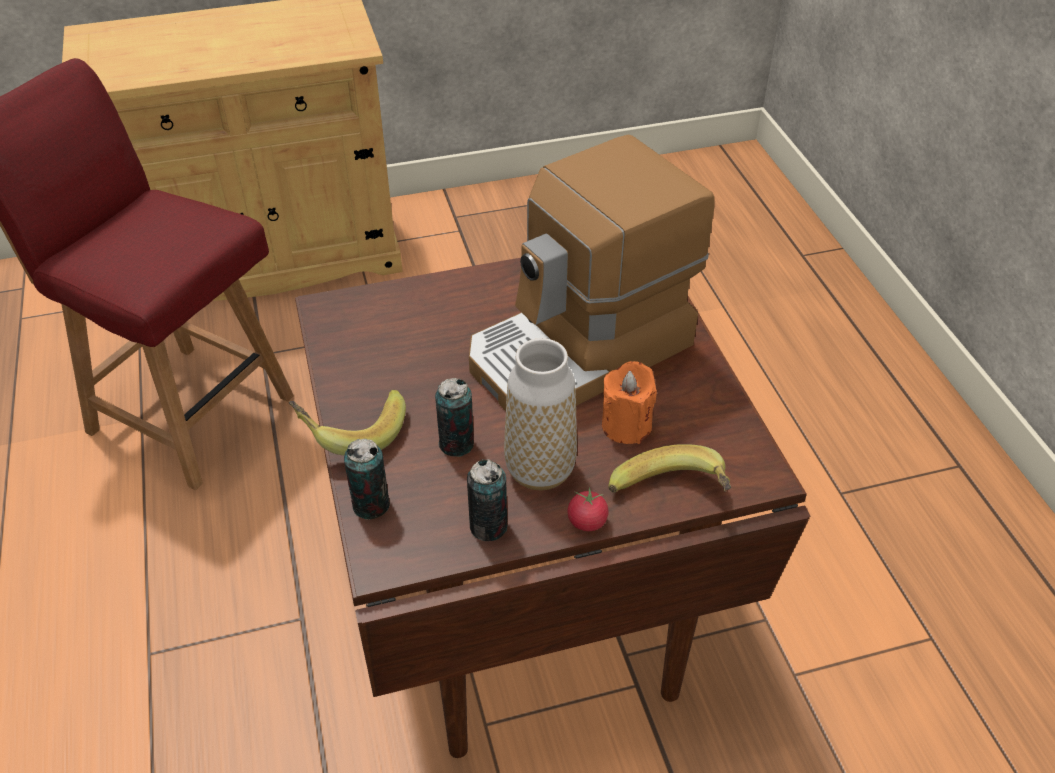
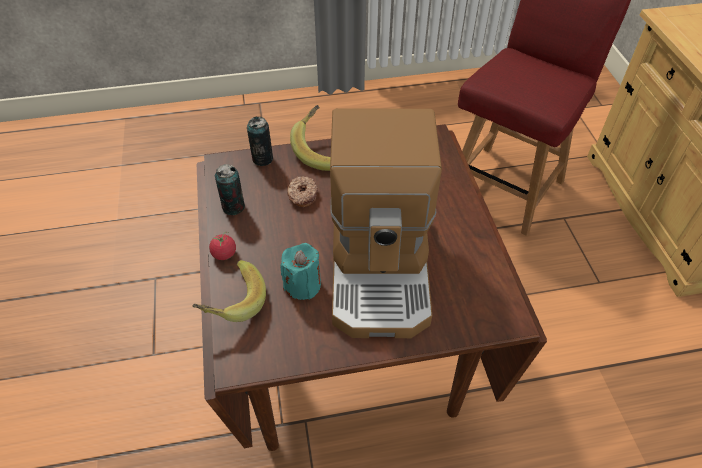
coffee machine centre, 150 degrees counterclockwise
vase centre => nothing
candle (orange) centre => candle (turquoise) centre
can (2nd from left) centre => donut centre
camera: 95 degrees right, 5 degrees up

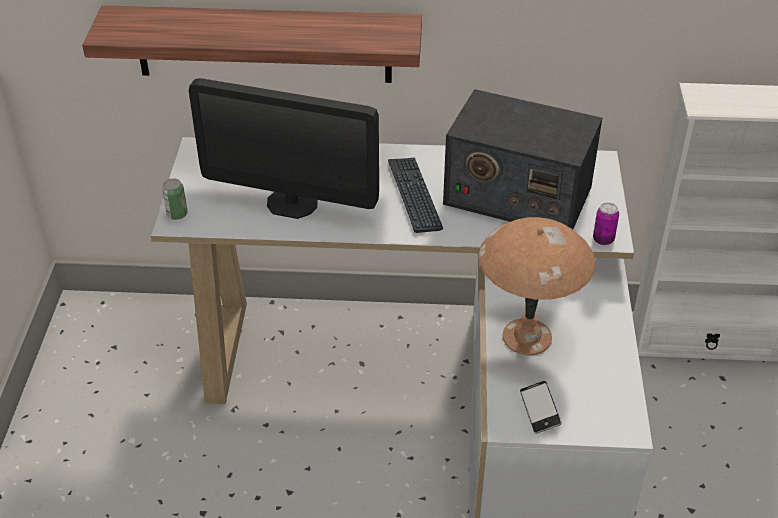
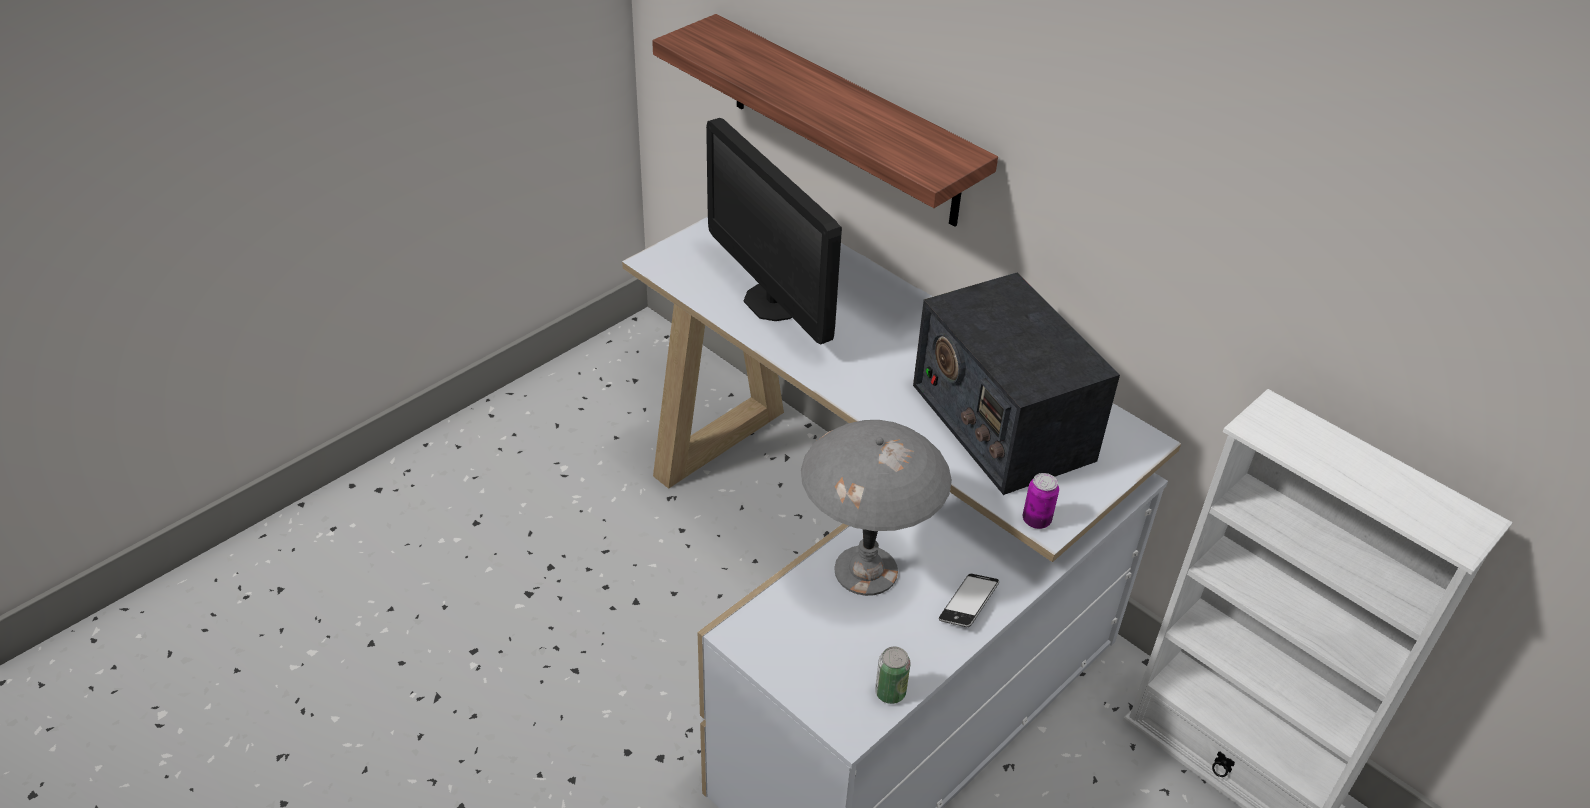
keyboard centre => nothing
can (1st from left) middle left => can (1st from left) bottom centre, move
table lamp (brown) middle right => table lamp (grey) centre
phone bottom right => phone bottom centre, move
camera: 40 degrees right, 0 degrees up

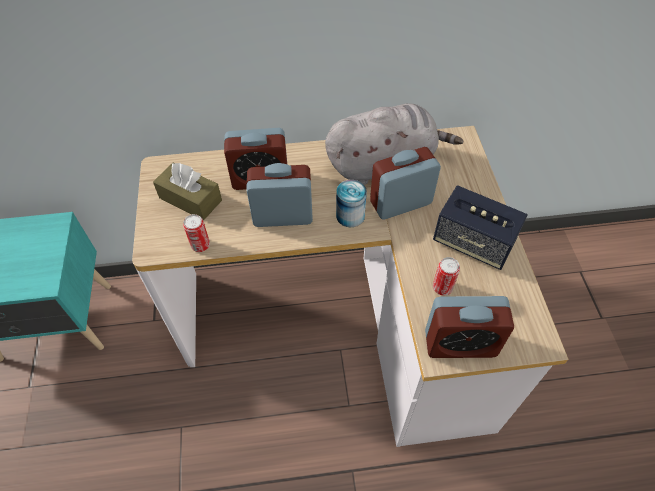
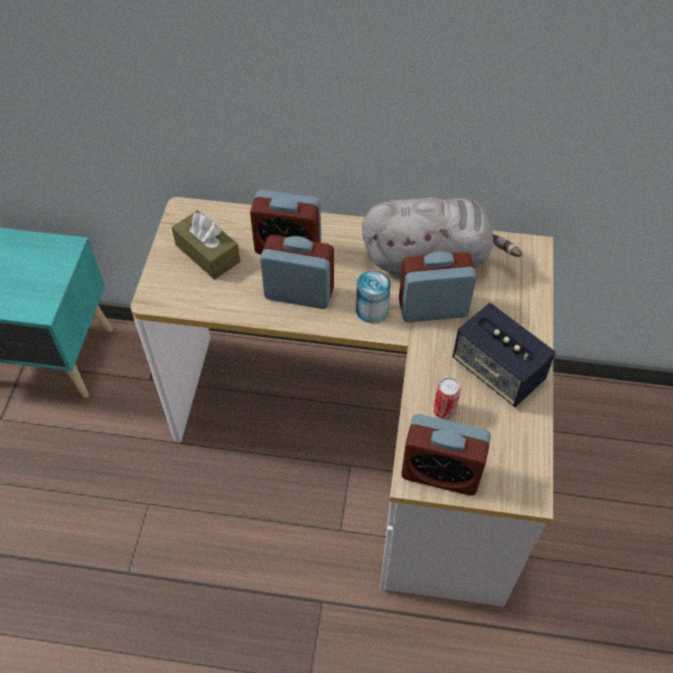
can (1st from left) middle left => nothing
camera: 15 degrees right, 0 degrees up

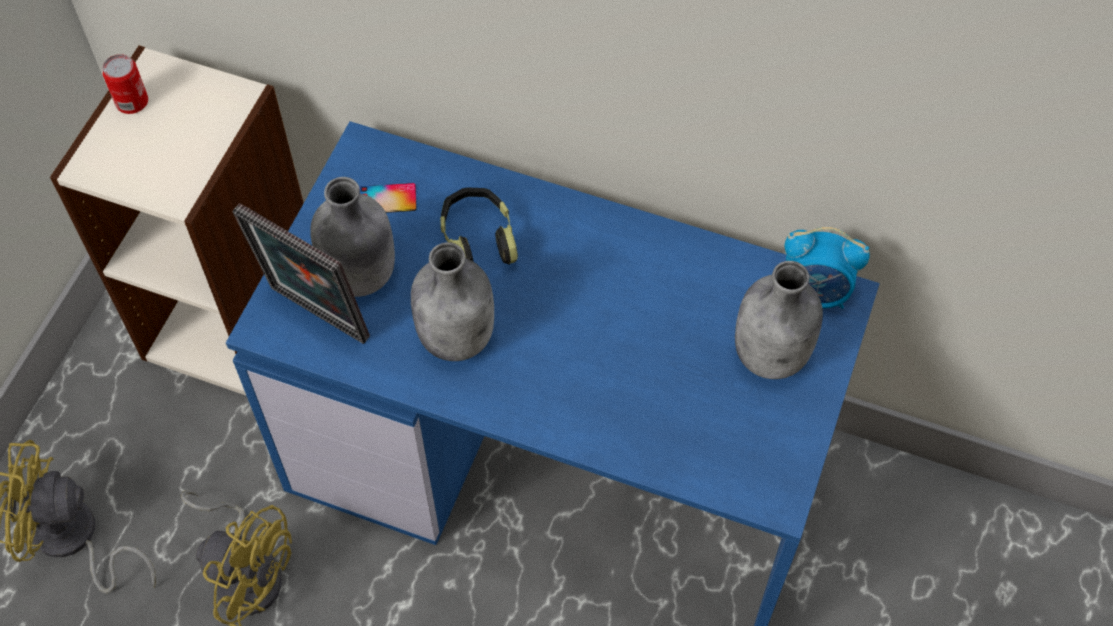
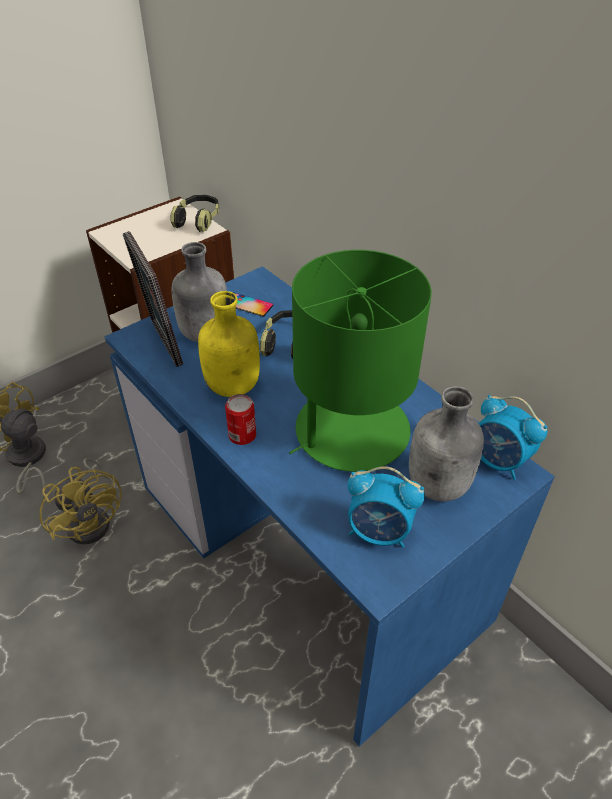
can top left => can centre, move
bottle (grey) (2nd from left) centre => bottle (yellow) centre
nothing => headphones (1st from left) top left
nothing => table lamp (green) centre
nothing => alarm clock (1st from left) centre
camera: 30 degrees right, 15 degrees down

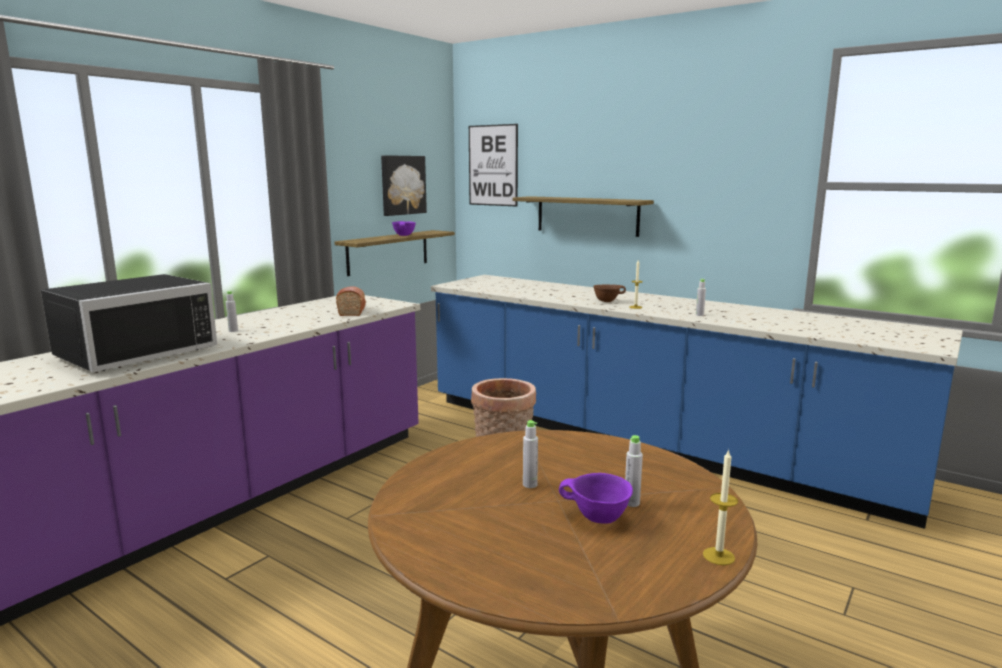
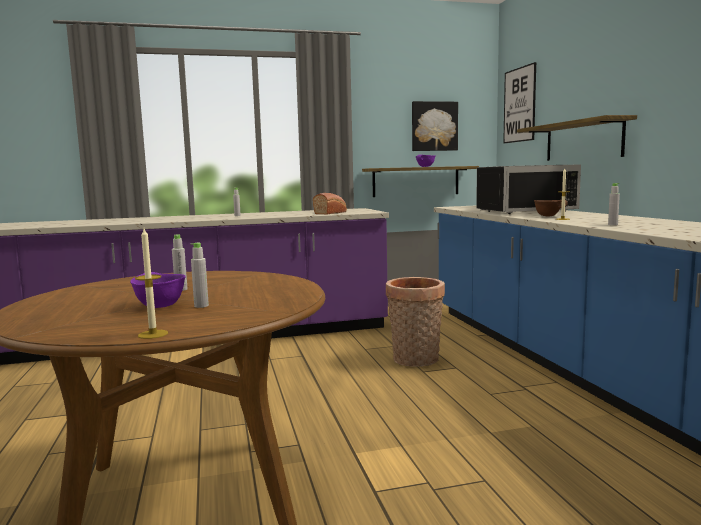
microwave (black) middle left => microwave (black) middle right, move
camera: 40 degrees right, 5 degrees down

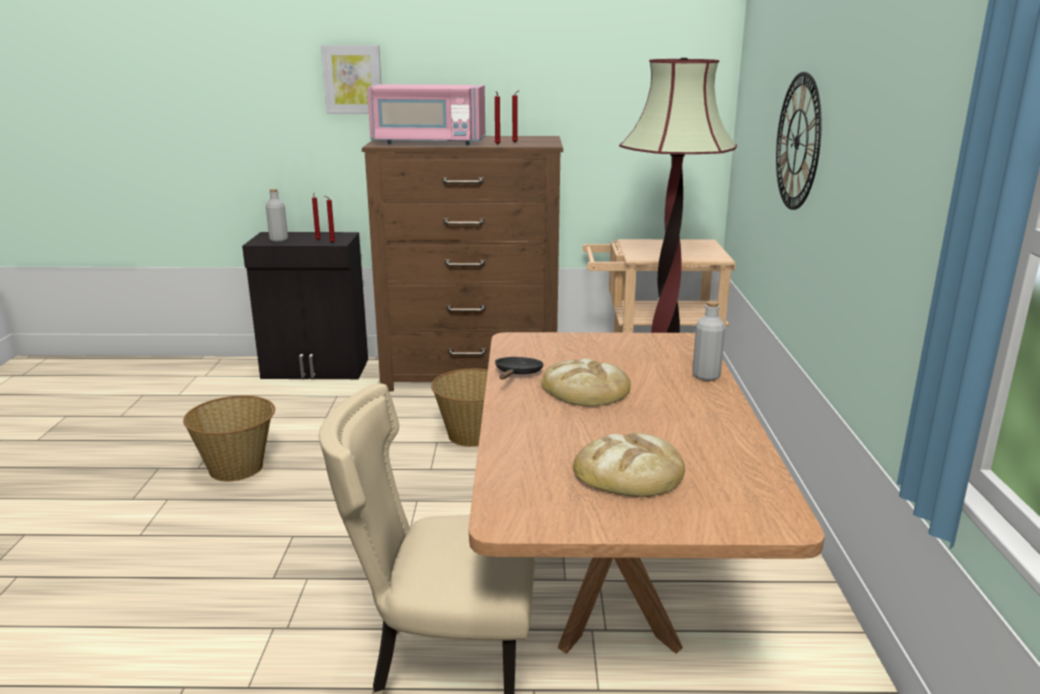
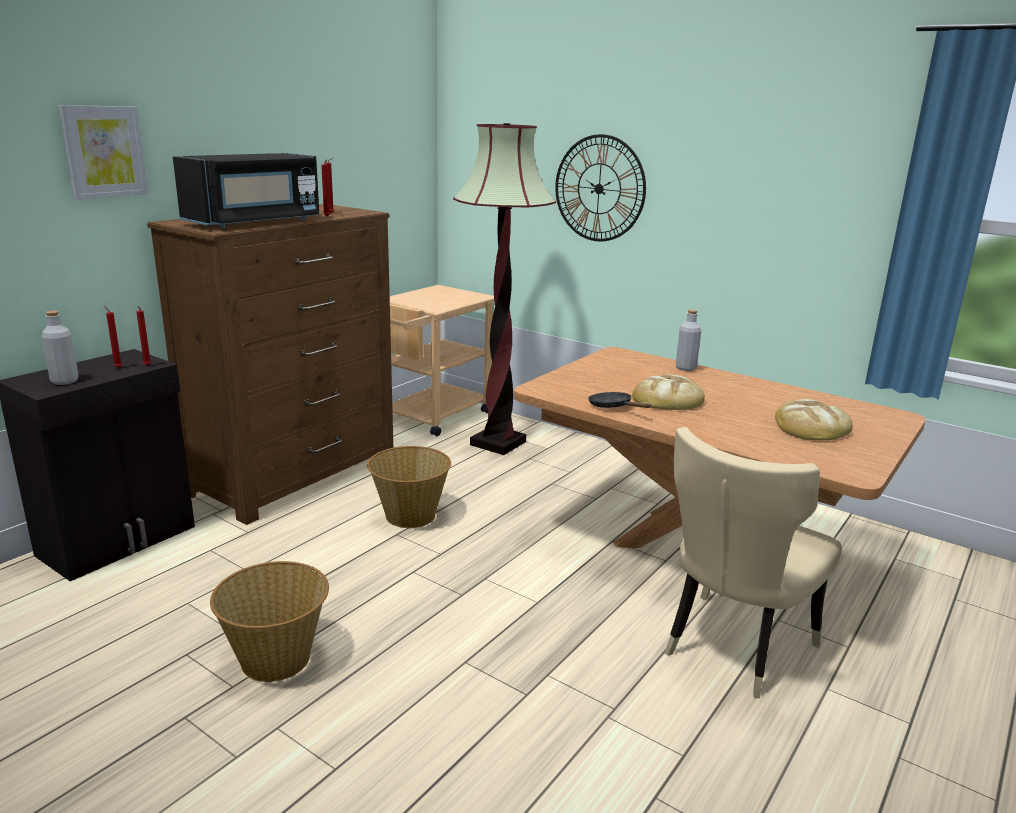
microwave (pink) top centre => microwave (black) top left
camera: 55 degrees left, 0 degrees up

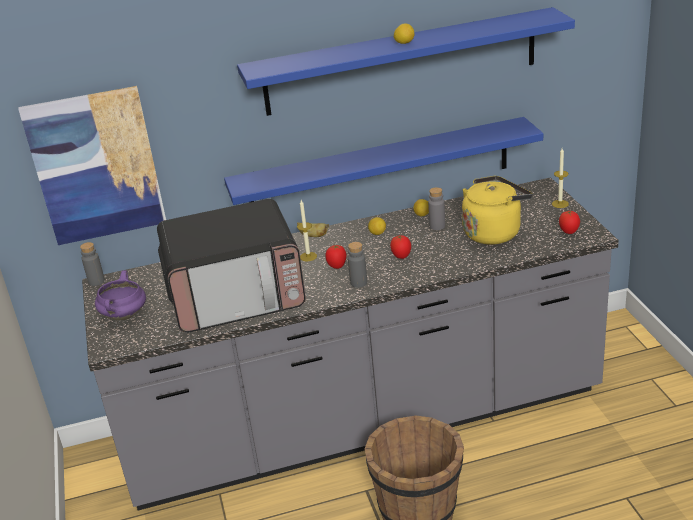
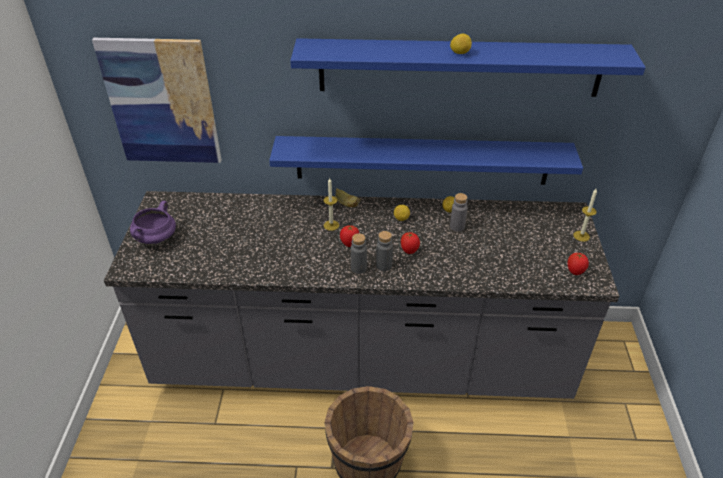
kettle (yellow) middle right => nothing
microwave centre => nothing
bottle (grey) (1st from left in the first image) middle left => bottle (grey) (2nd from left) centre, move
camera: 15 degrees right, 10 degrees up

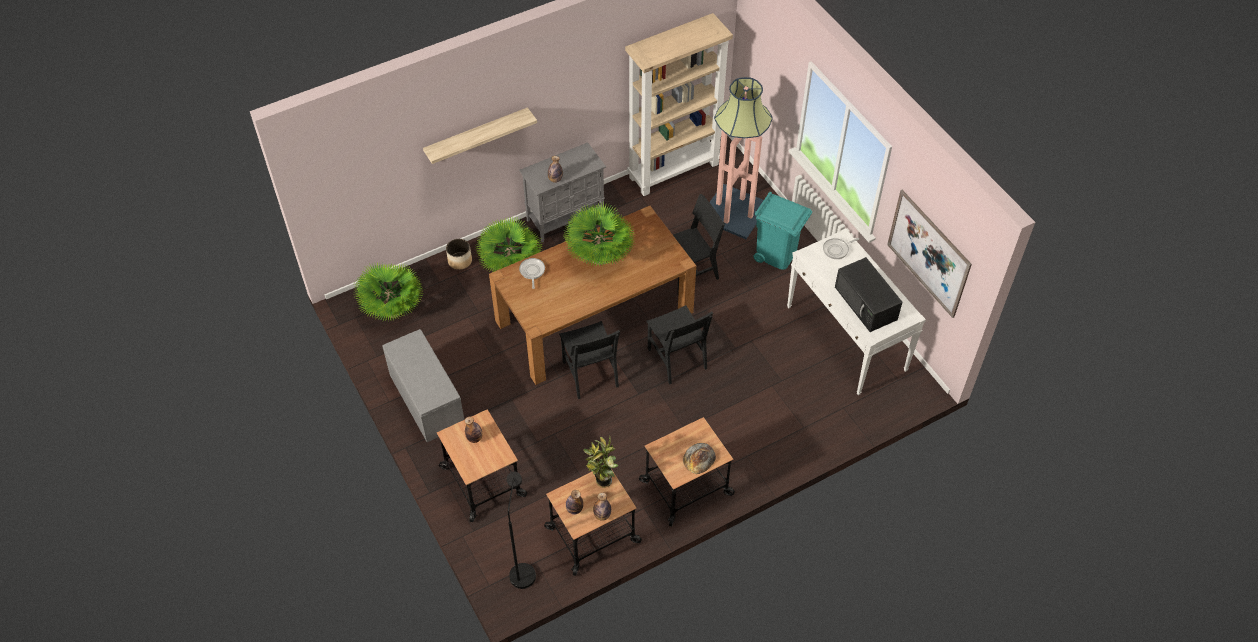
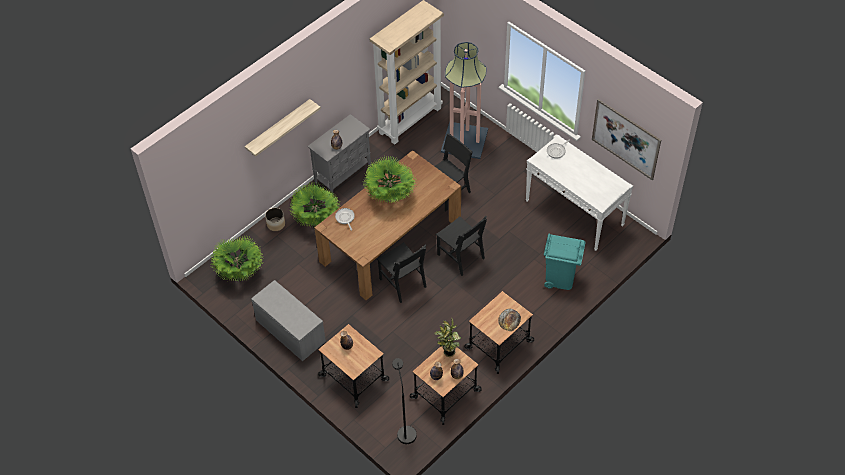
trash can (turquoise) centre => trash can (turquoise) middle right, move
microwave (black) middle right => nothing
camera: 15 degrees left, 0 degrees up

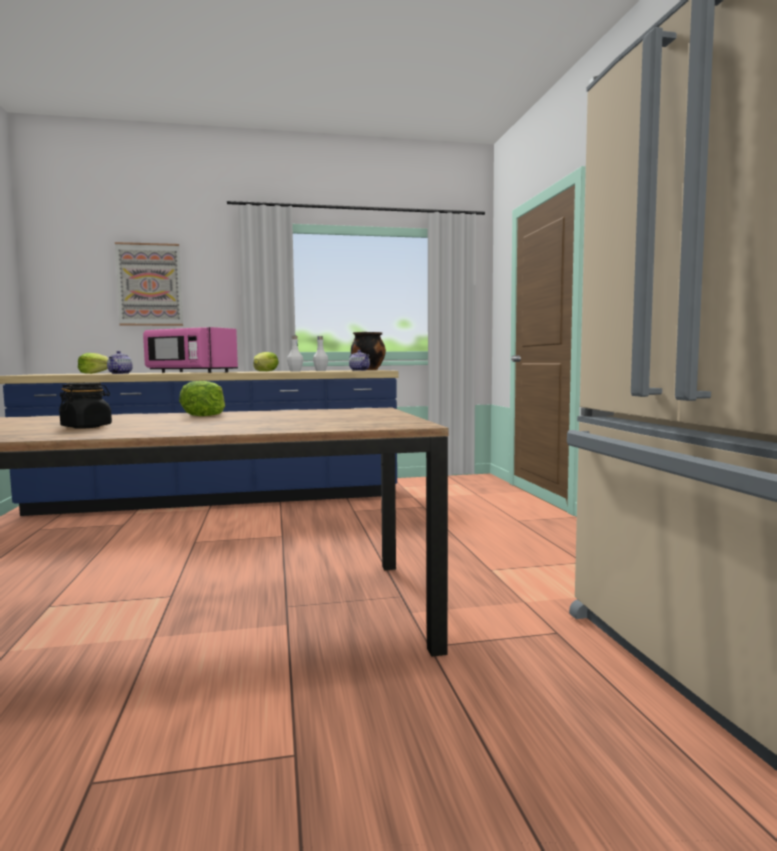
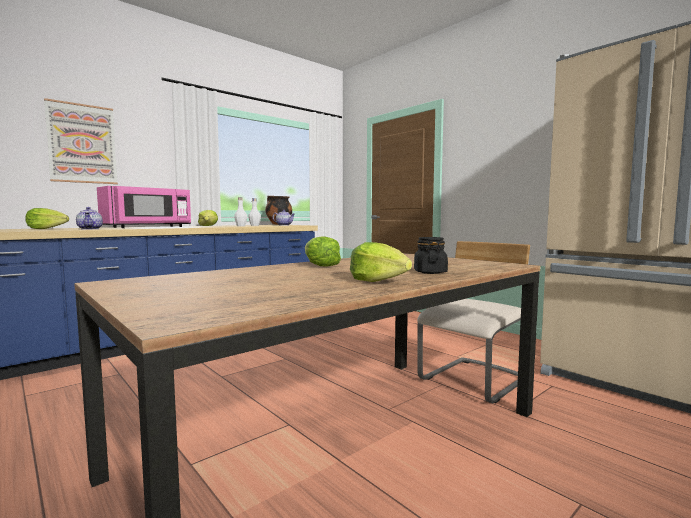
microwave (pink) middle left, 45 degrees counterclockwise
jar (black) middle left => jar (black) centre, move
nothing => chair (beige) middle right
nothing => lettuce (4th from left) centre
camera: 30 degrees left, 0 degrees up

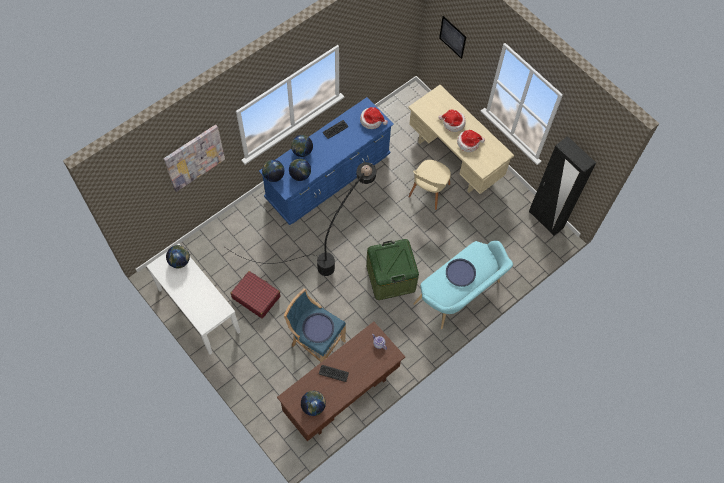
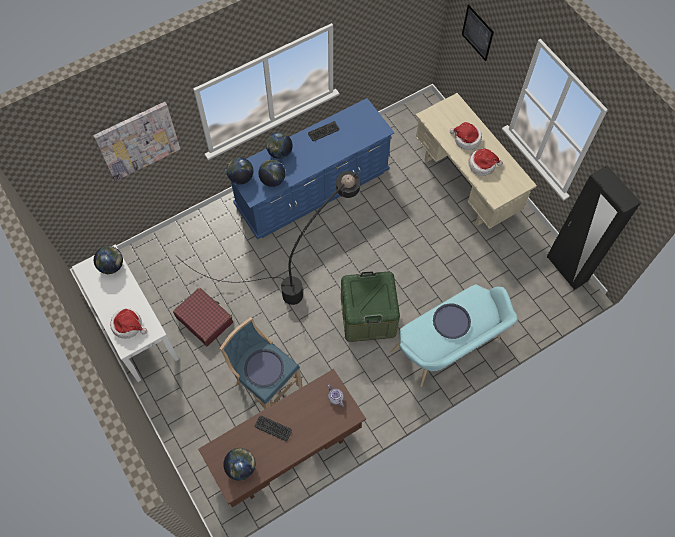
hat (1st from left) top centre => hat (1st from left) middle left, move
chair (beige) centre => nothing
camera: 10 degrees right, 0 degrees up

